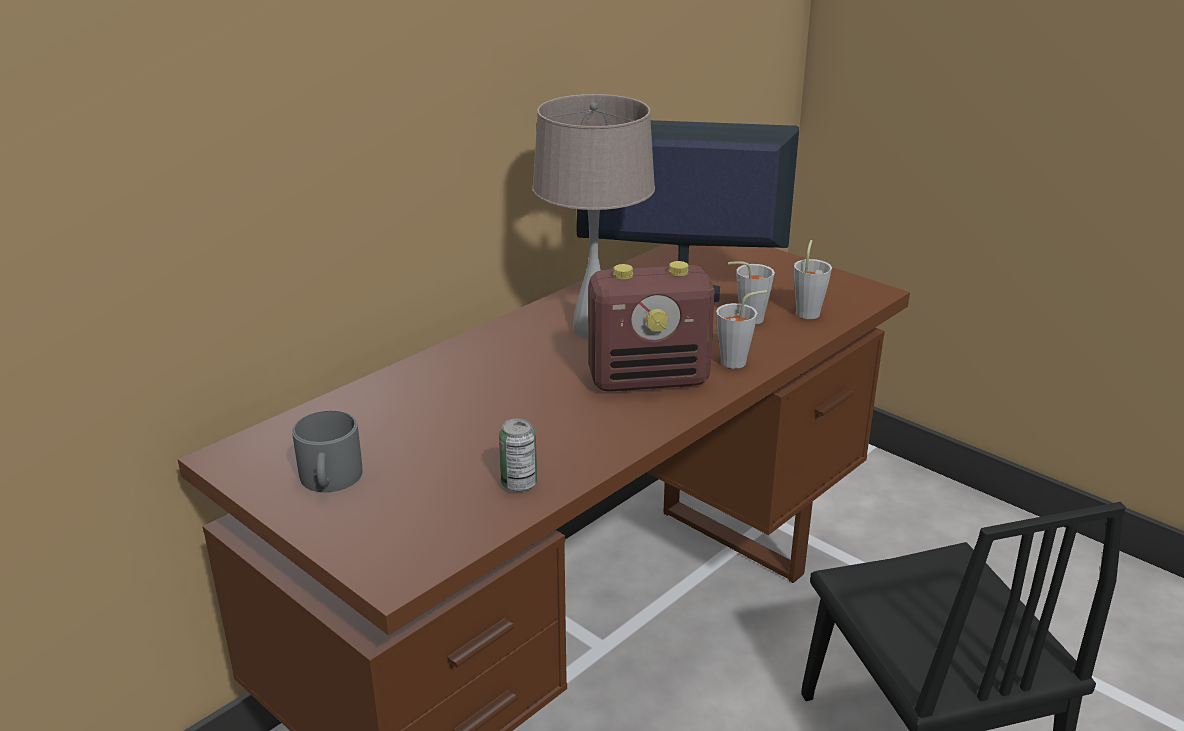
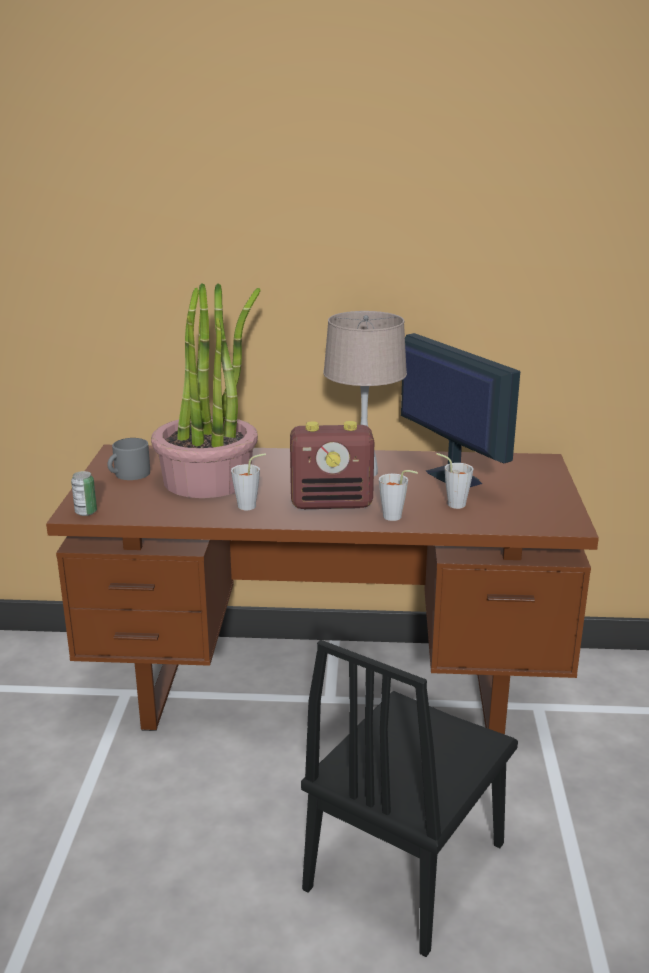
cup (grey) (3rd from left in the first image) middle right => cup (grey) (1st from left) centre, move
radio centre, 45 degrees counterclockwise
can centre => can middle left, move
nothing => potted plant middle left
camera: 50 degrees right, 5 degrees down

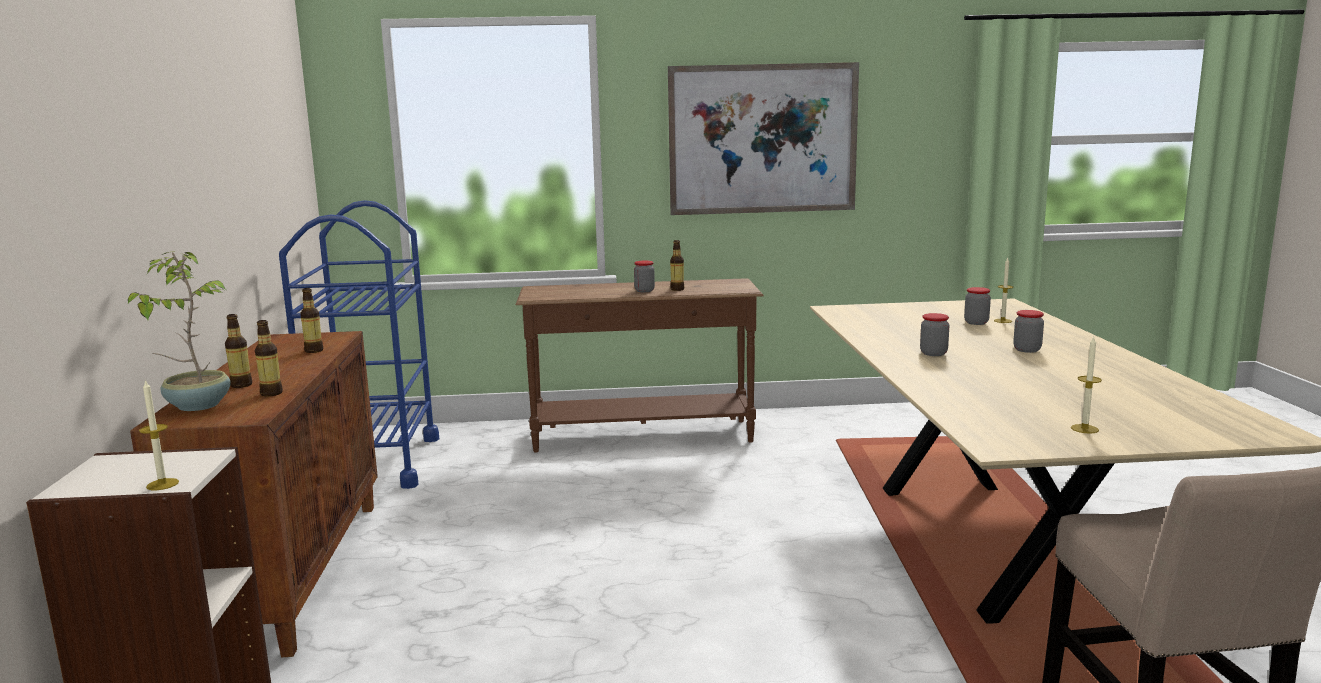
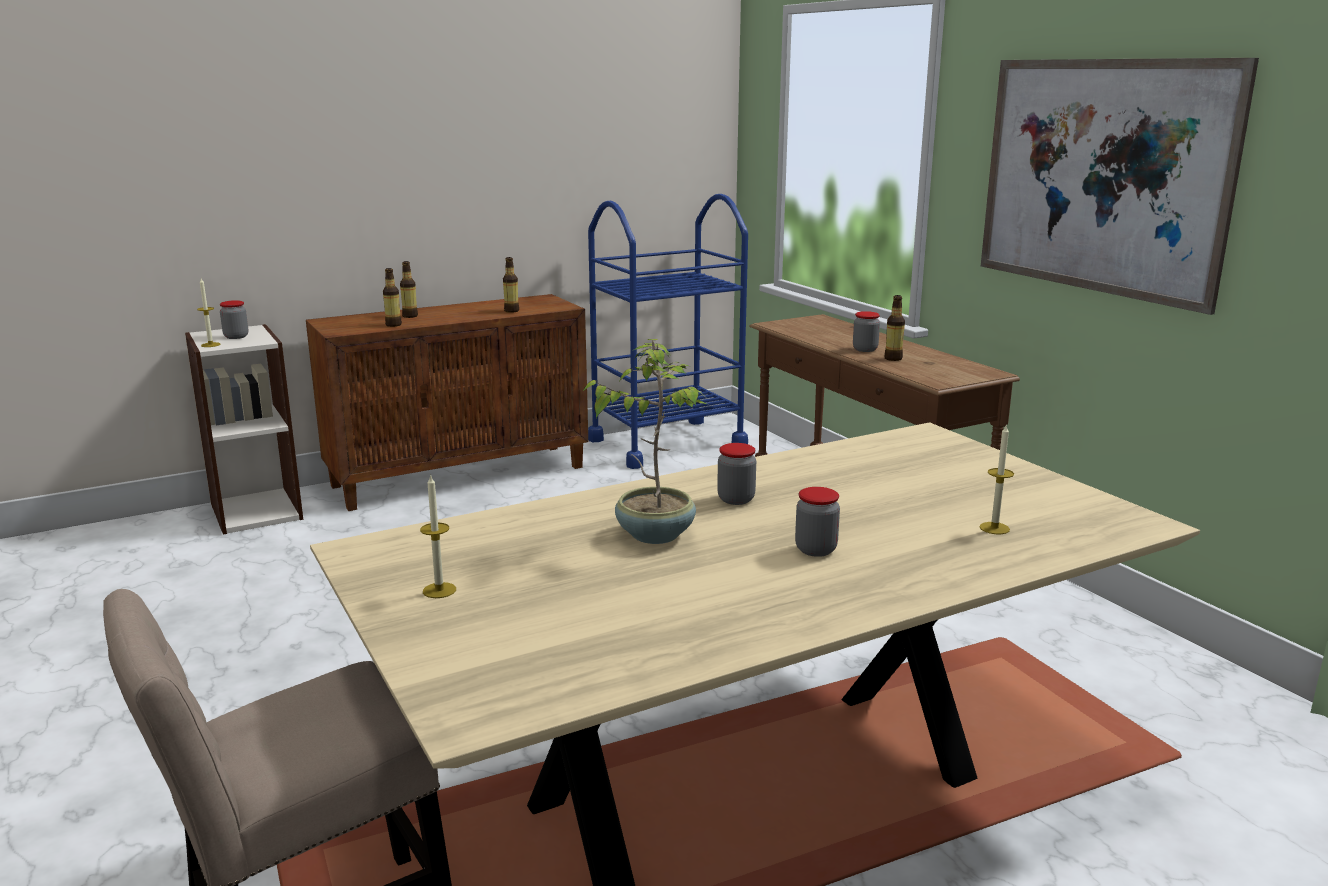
potted plant middle left => potted plant centre, move
jar (3rd from left in the first image) middle right => jar (1st from left) middle left, move
camera: 65 degrees right, 5 degrees up

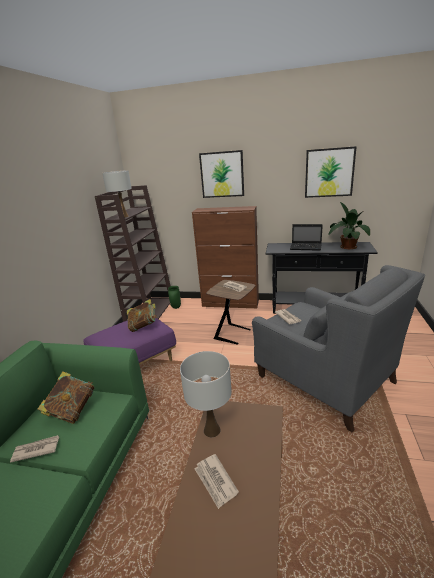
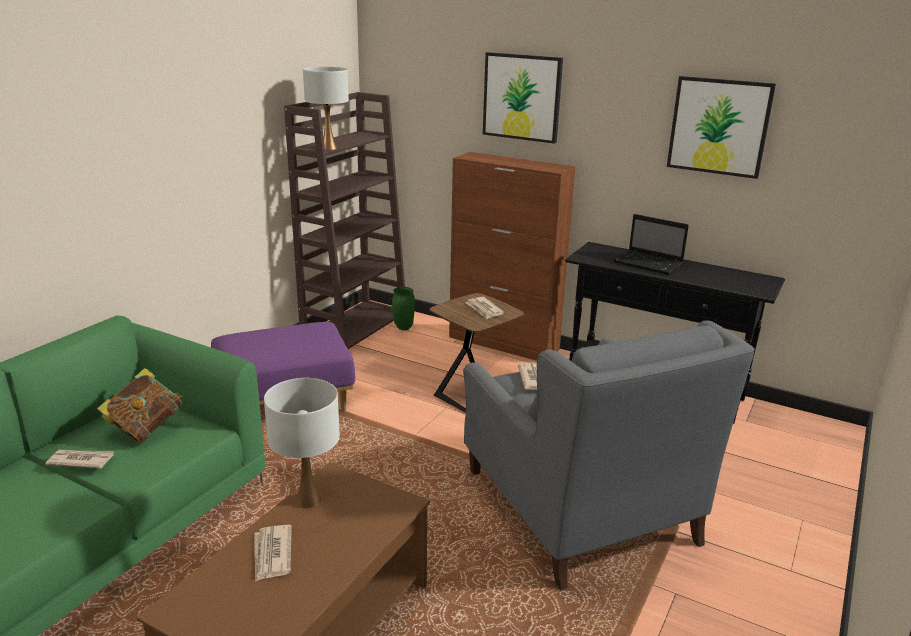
potted plant middle right => nothing
book (2nd from left) middle left => nothing
camera: 15 degrees right, 0 degrees up

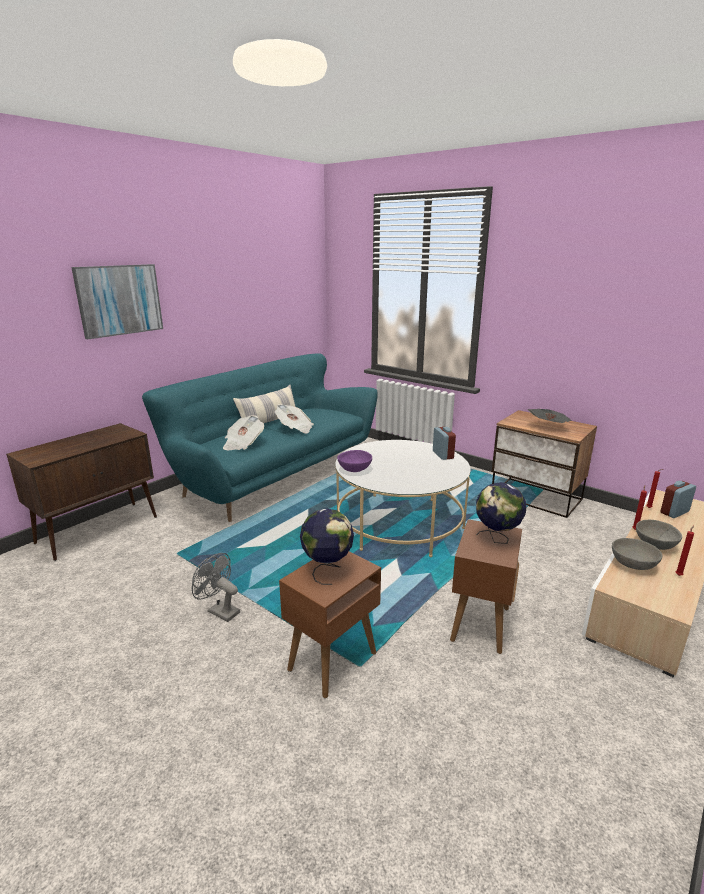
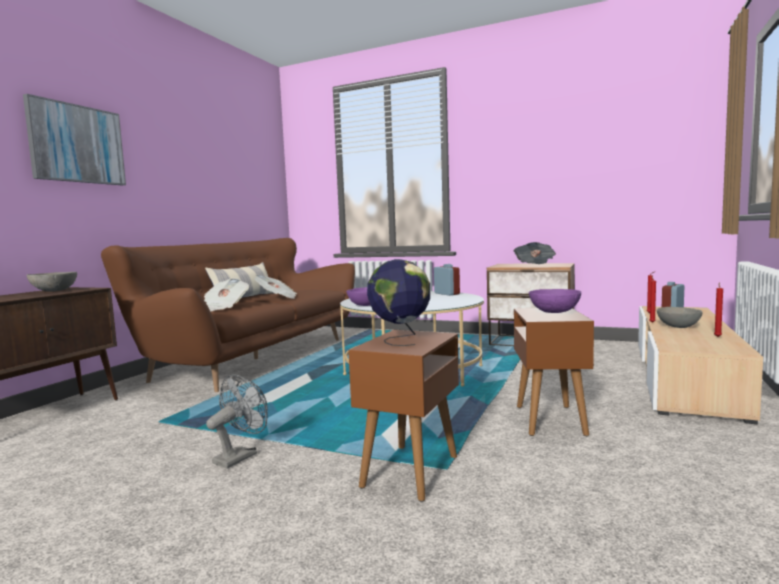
sofa (turquoise) centre => sofa (brown) middle left
globe (2nd from left) middle right => bowl (purple) (2nd from left) middle right
bowl (grey) (1st from left) middle right => bowl (grey) (1st from left) middle left, move
fan (grey) middle left => fan (grey) bottom left, 105 degrees clockwise
camera: 15 degrees left, 15 degrees down

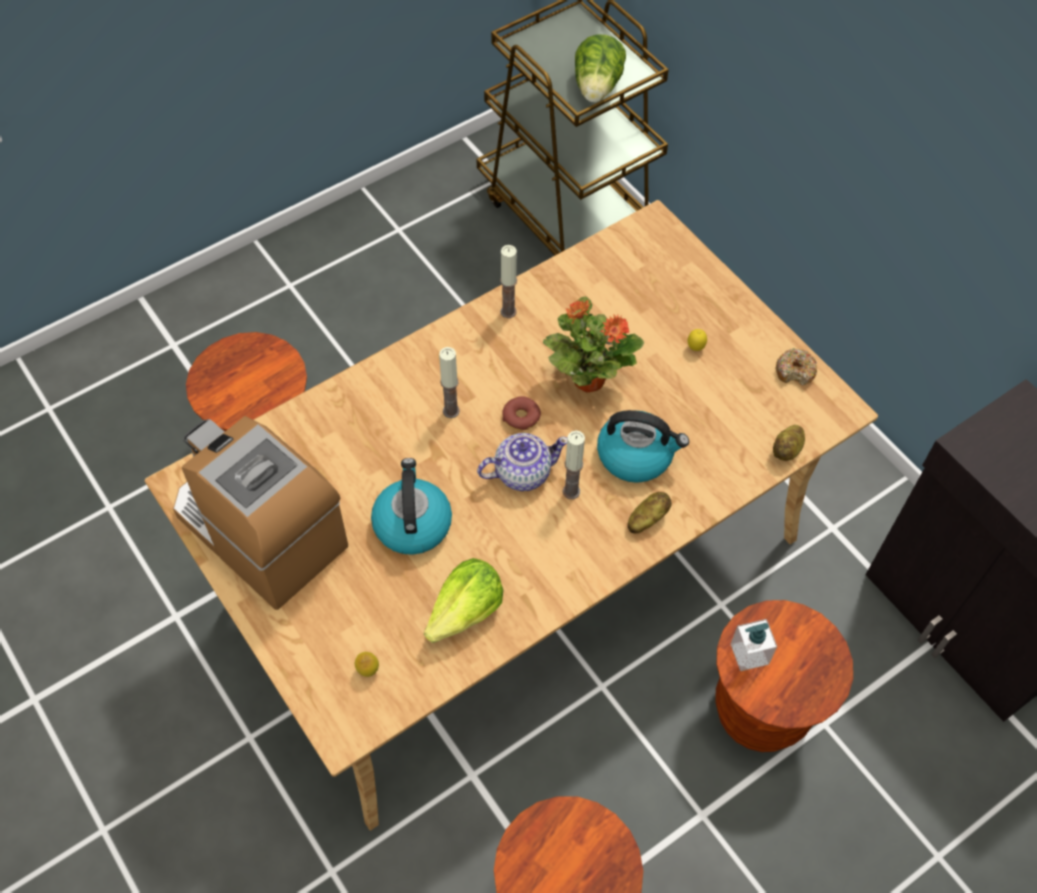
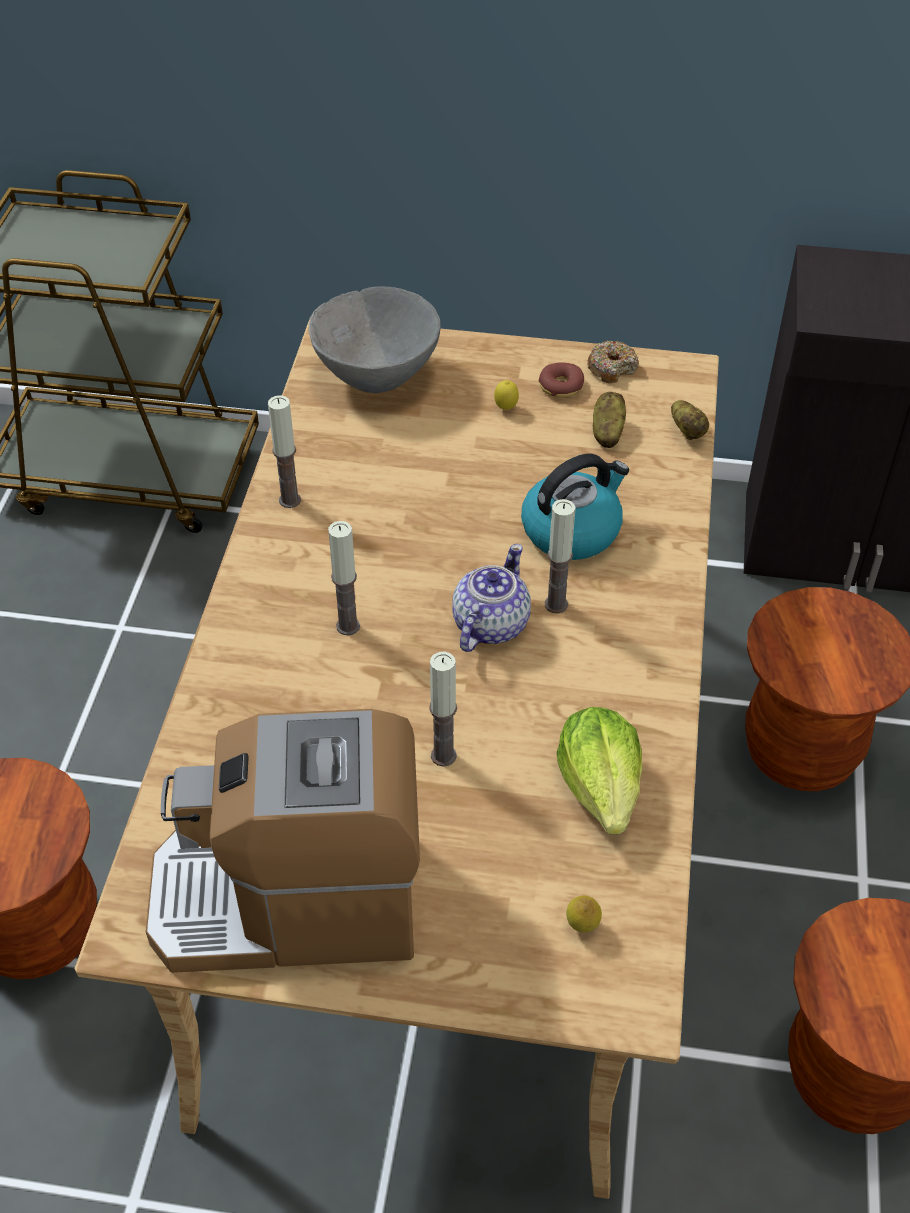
lettuce (2nd from left) top centre => nothing
potted plant centre => nothing
donut (1st from left) centre => donut (1st from left) top centre, move
kettle (1st from left) centre => candle (3rd from left) centre
potato (1st from left) centre => potato (1st from left) middle right, move
soap dispenser bottom right => nothing
nothing => bowl (grey) top centre
camera: 45 degrees left, 10 degrees down

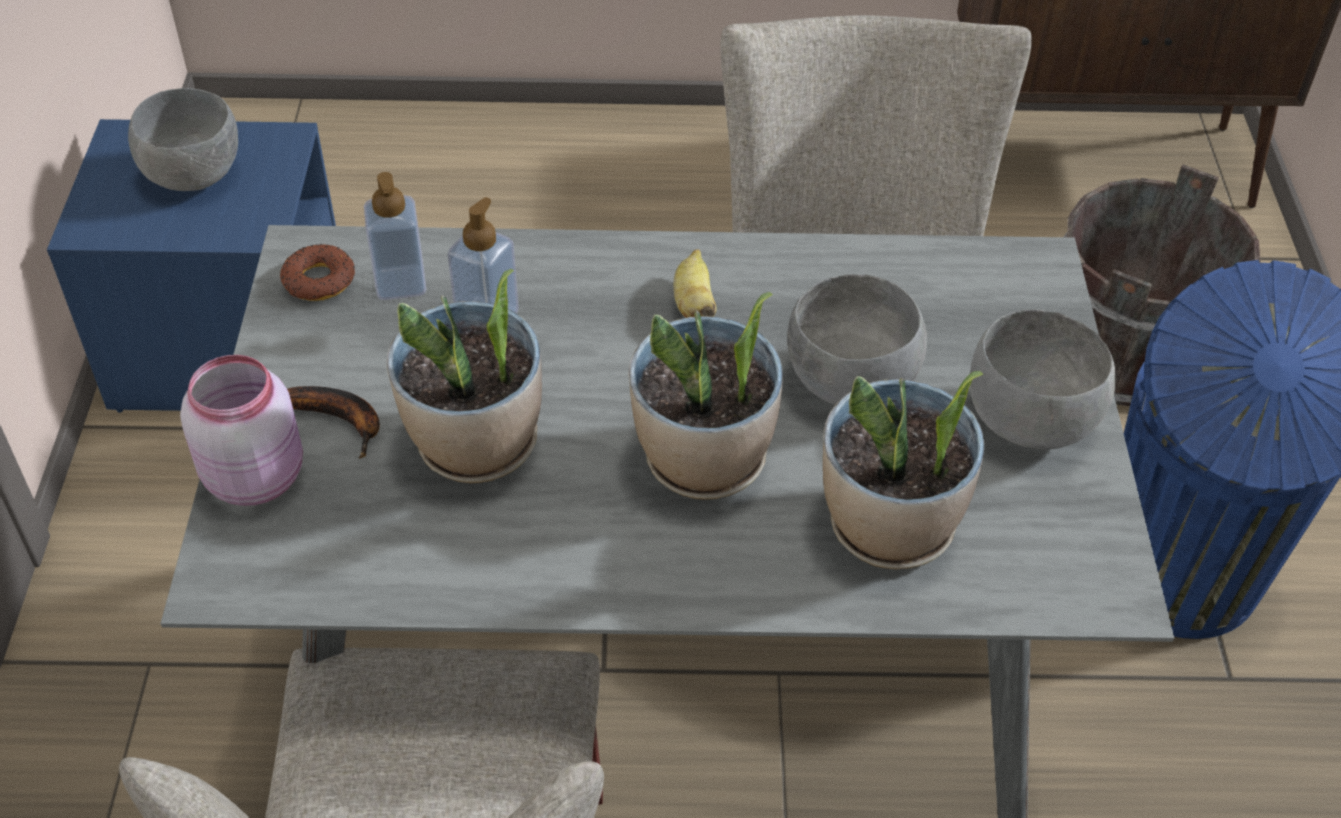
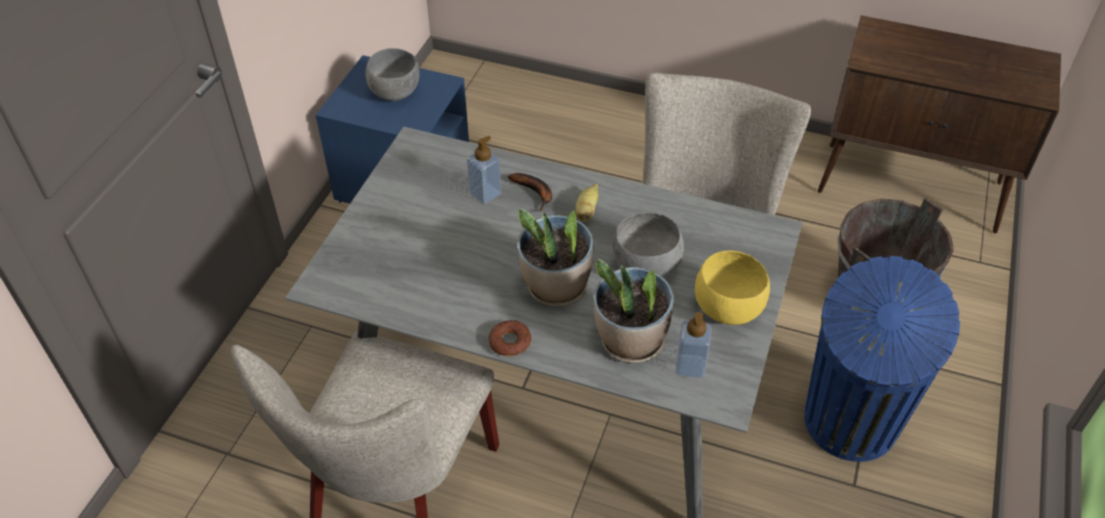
soap dispenser (1st from left in the first image) top left => soap dispenser (2nd from left) centre, move
donut top left => donut centre, move
potted plant (1st from left) centre => nothing
bowl (grey) (3rd from left) middle right => bowl (yellow) centre
jar (pink) middle left => nothing
banana (1st from left) middle left => banana (1st from left) centre, move
camera: 20 degrees right, 0 degrees up

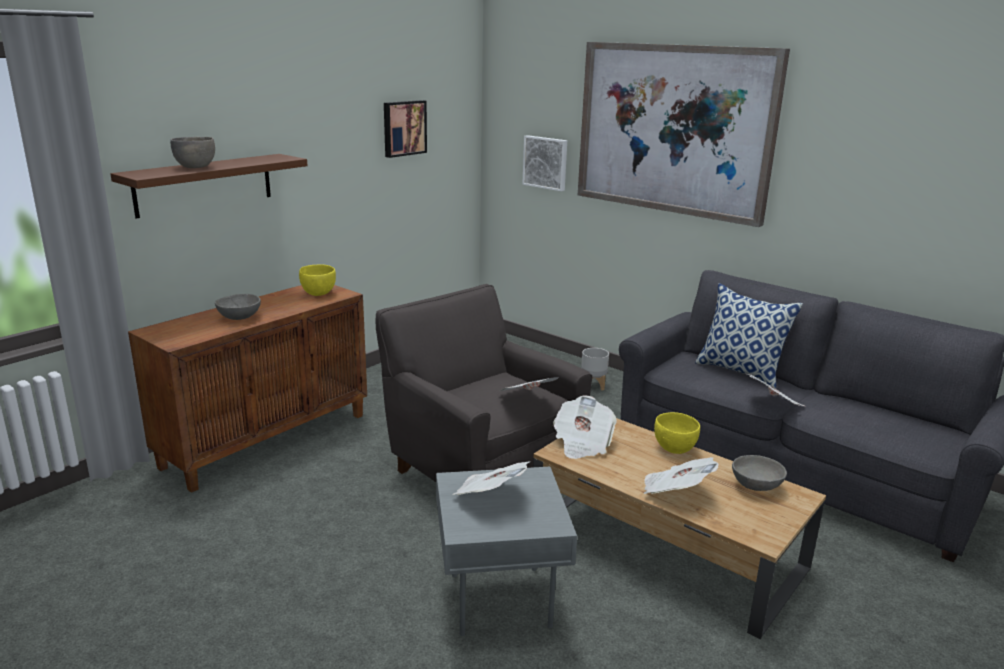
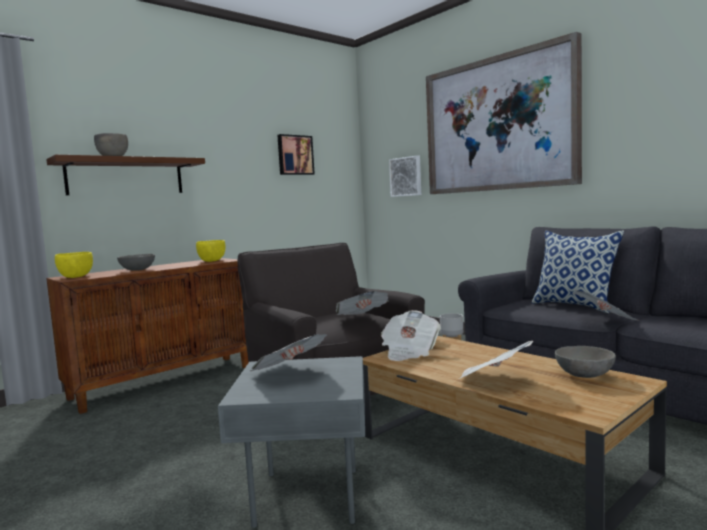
bowl (yellow) (2nd from left in the first image) middle right => bowl (yellow) (1st from left) middle left, move
camera: 10 degrees right, 15 degrees down

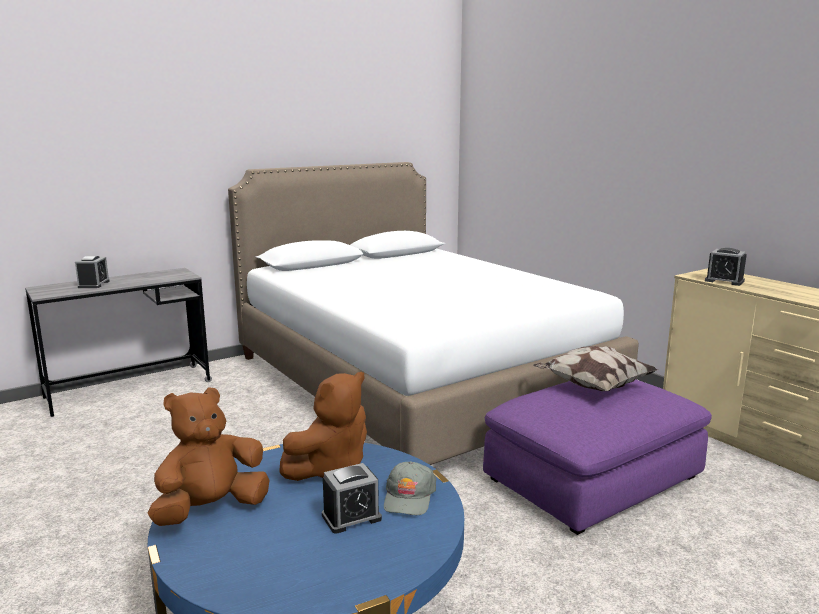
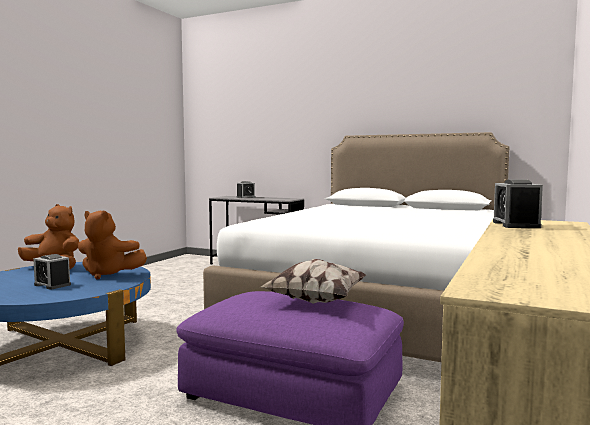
cap (grey) bottom centre => nothing
camera: 60 degrees right, 10 degrees down

